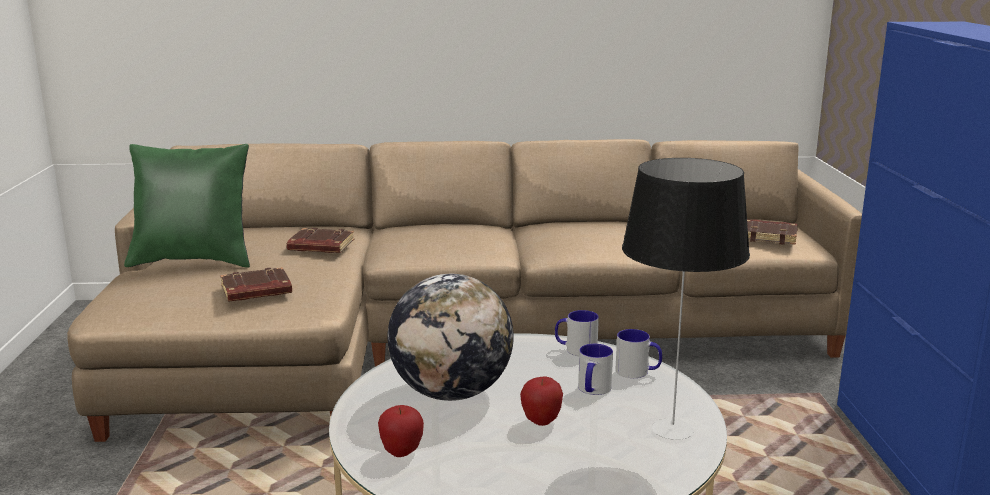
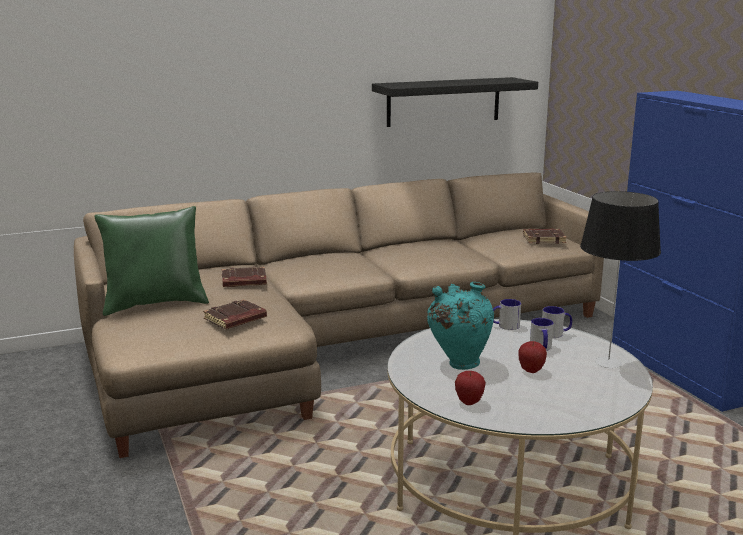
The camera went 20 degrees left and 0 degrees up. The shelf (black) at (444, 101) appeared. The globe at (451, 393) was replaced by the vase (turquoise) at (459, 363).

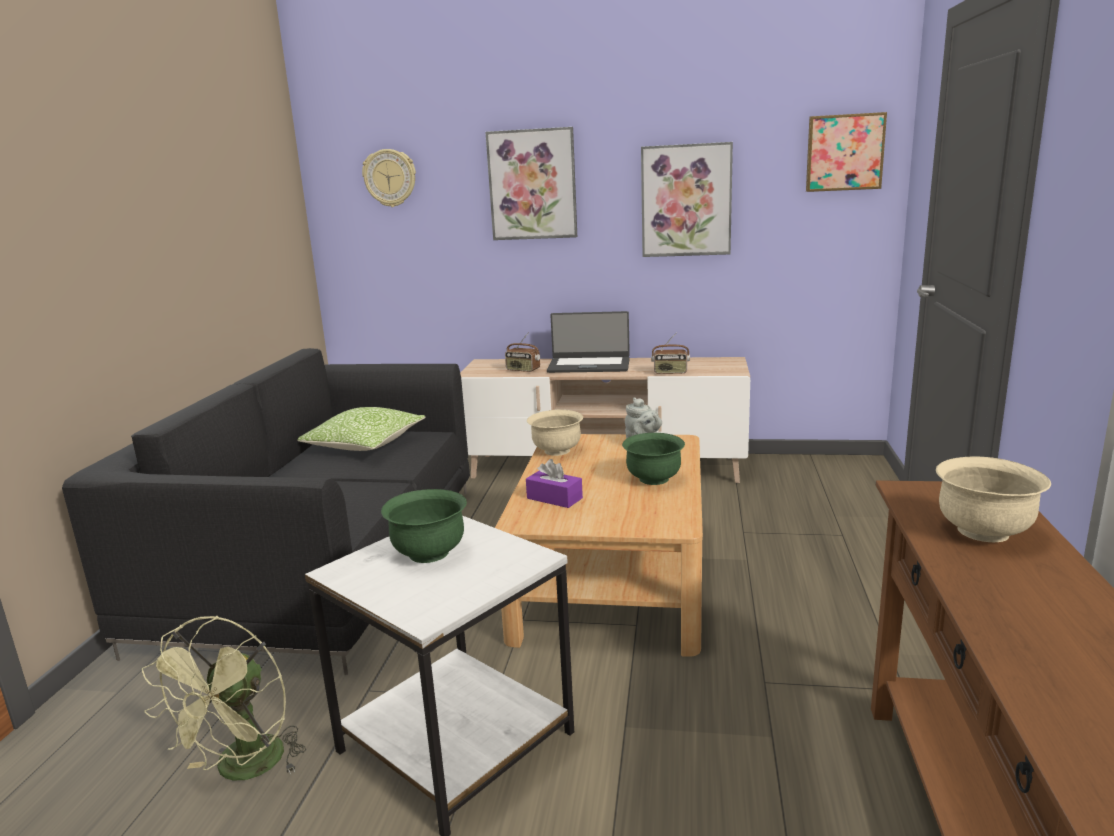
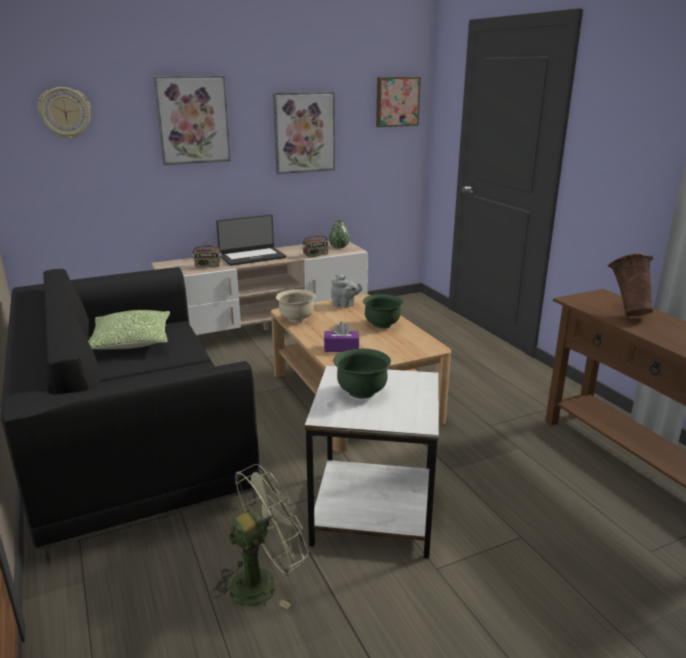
The camera went 35 degrees left and 5 degrees up. The vase (green) at (339, 246) appeared. The bowl (beige) at (984, 532) was replaced by the vase (brown) at (626, 312). The fan (green) at (244, 770) turned 105 degrees counterclockwise.

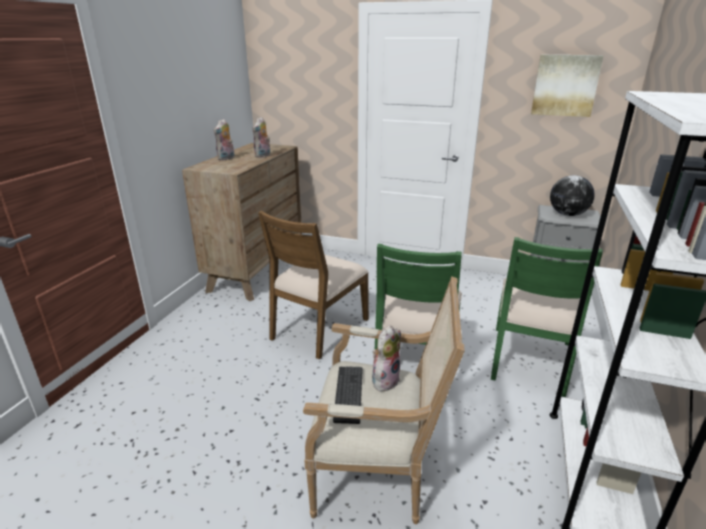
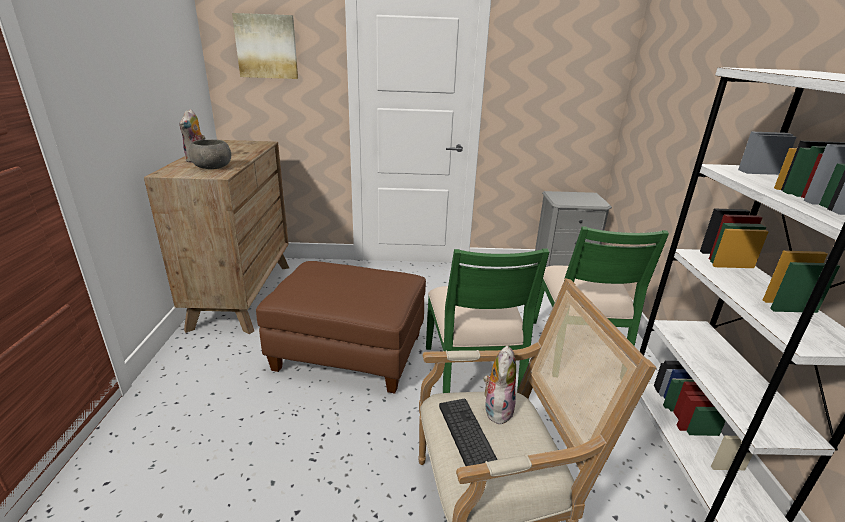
The camera went 20 degrees left and 0 degrees up. The plush toy at (263, 156) disappeared. The globe at (567, 214) disappeared. The bowl (grey) at (213, 167) appeared. The picture moved from (565, 85) to (267, 46). The chair (brown) at (318, 328) was replaced by the ottoman (brown) at (348, 353).

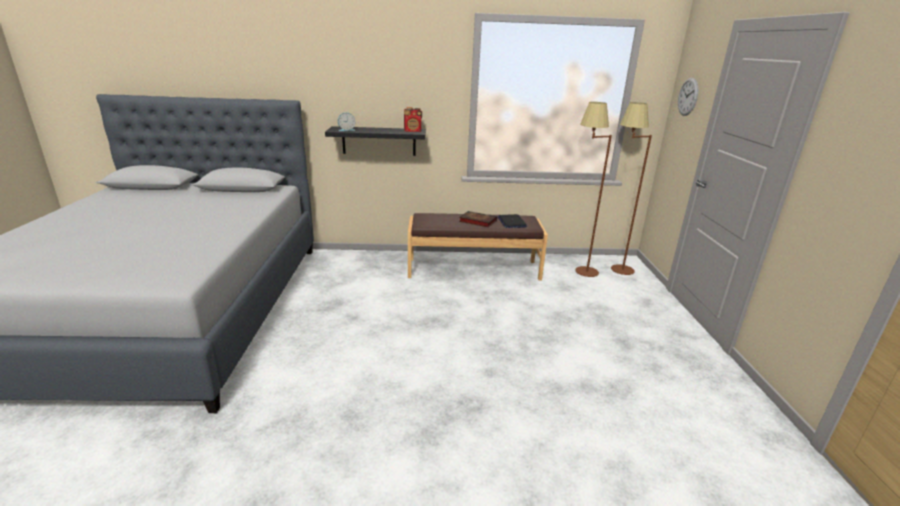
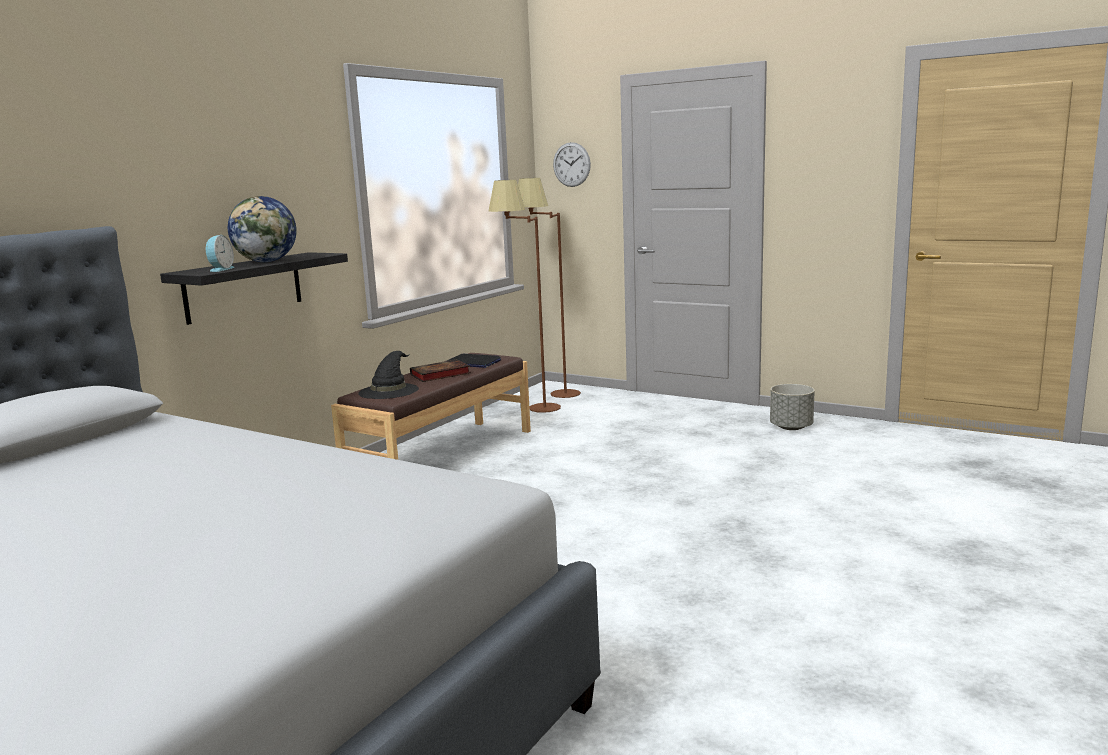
The camera went 55 degrees left and 10 degrees down. The radio at (413, 131) disappeared. The globe at (267, 262) appeared. The hat (black) at (389, 390) appeared. The planter (grey) at (791, 427) appeared.

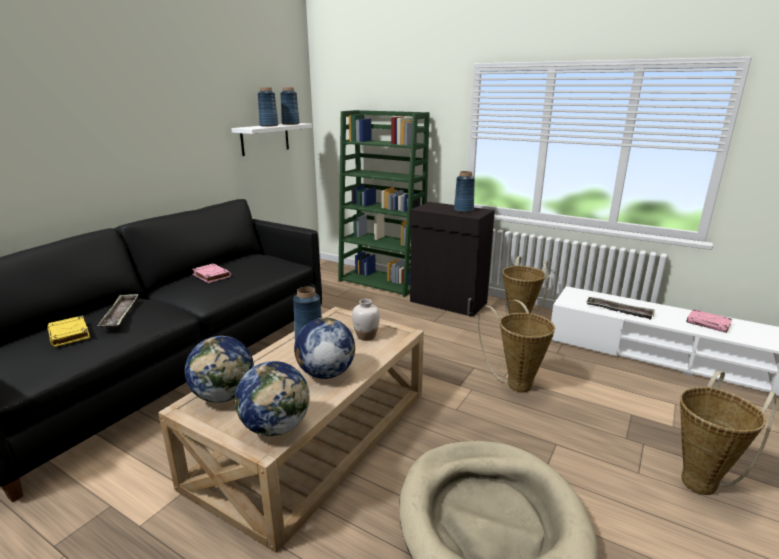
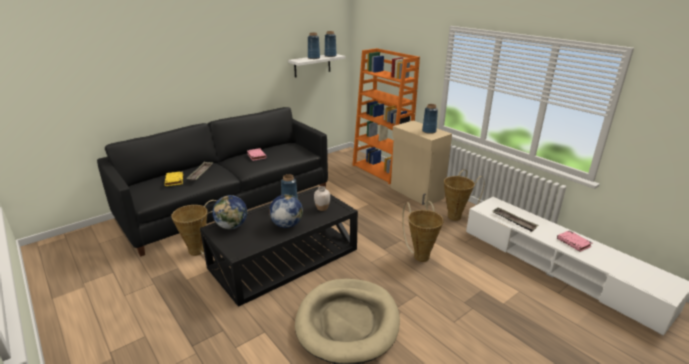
The camera went 20 degrees right and 5 degrees up. The globe at (276, 427) disappeared. The basket moved from (702, 480) to (201, 251). The coffee table (beige) at (313, 435) became the coffee table (black) at (284, 258). The bookcase (green) at (382, 282) became the bookcase (orange) at (381, 170). The cabinet (black) at (448, 302) became the cabinet (beige) at (416, 193).

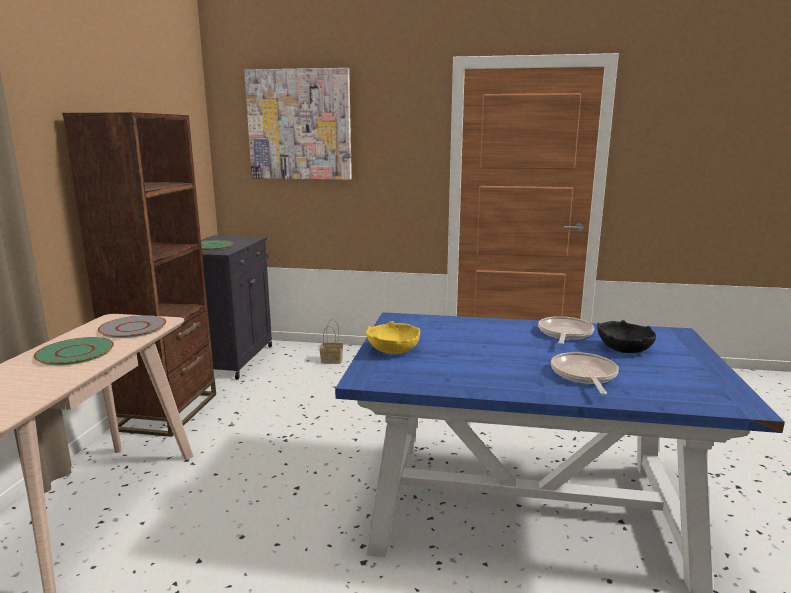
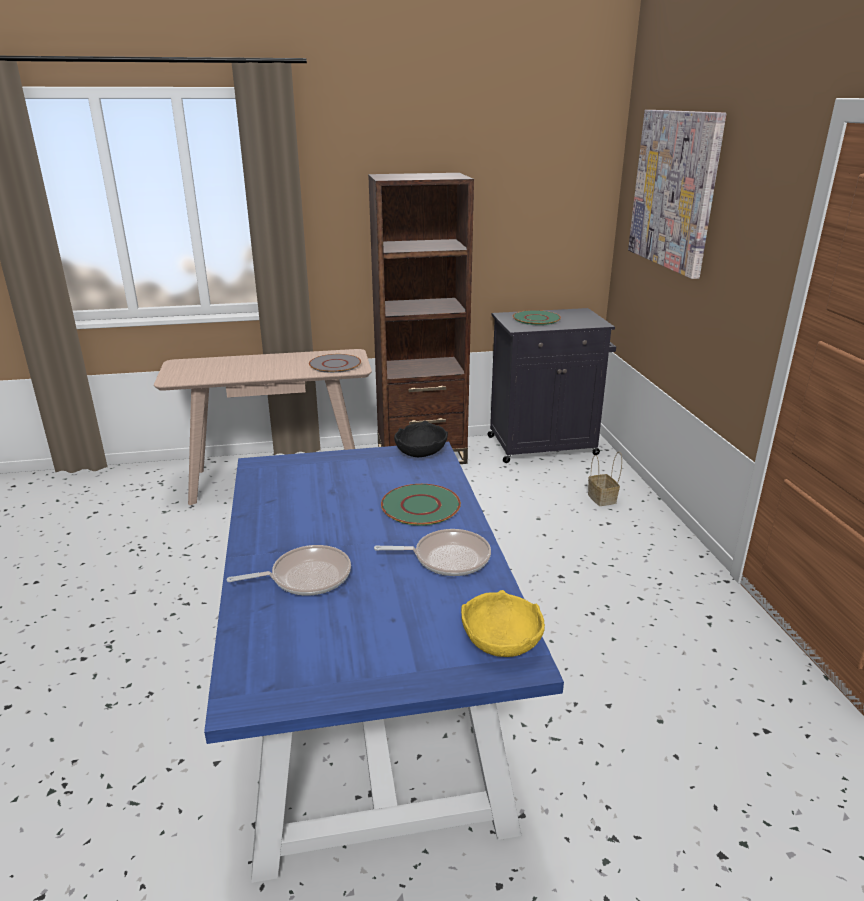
The camera went 70 degrees right and 10 degrees up. The plate (green) moved from (75, 353) to (420, 506). The bowl (yellow) moved from (393, 350) to (502, 642). The bowl (black) moved from (624, 349) to (420, 452).

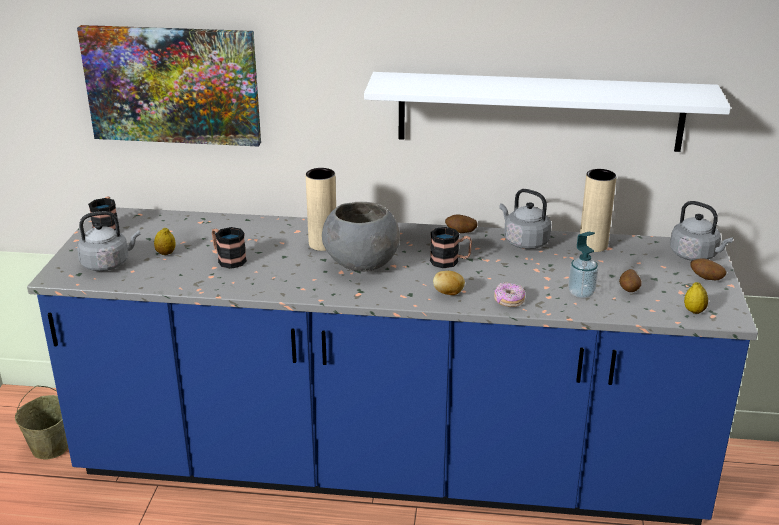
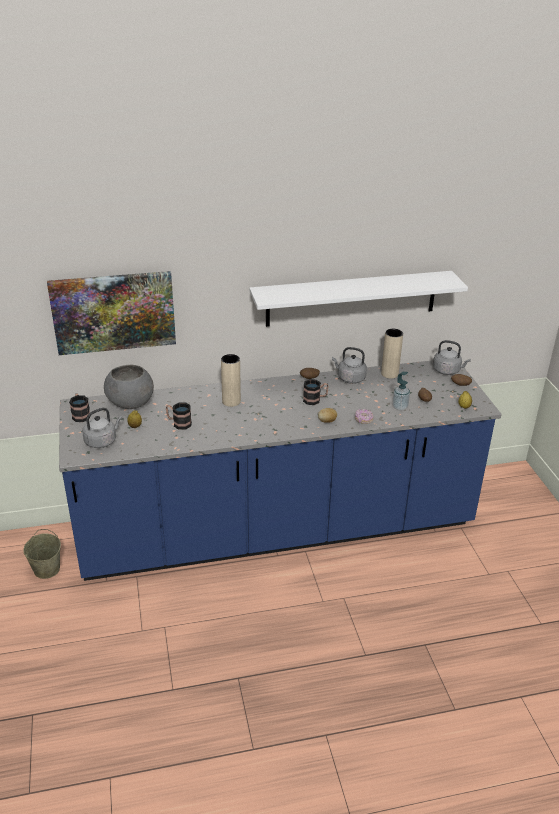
The camera went 20 degrees left and 5 degrees up. The bowl (grey) moved from (361, 265) to (130, 404).

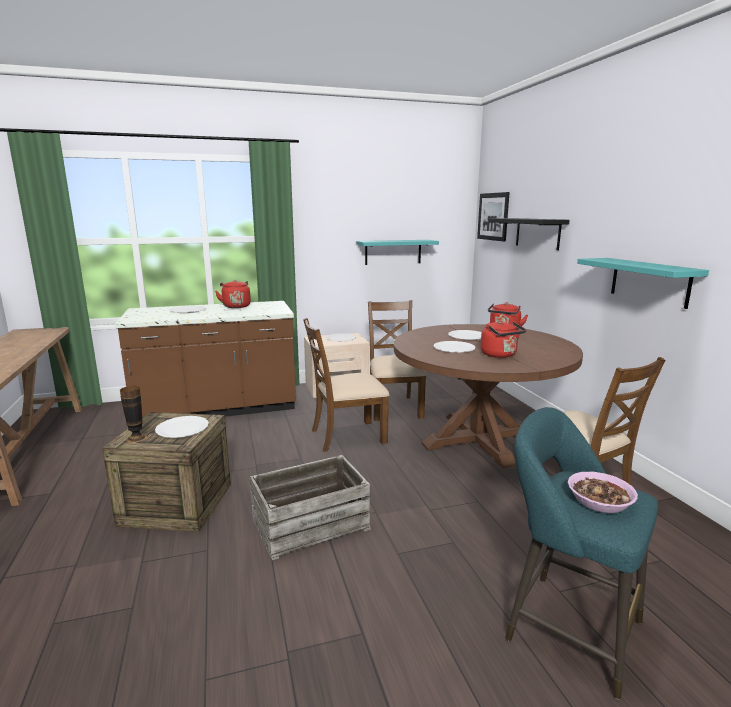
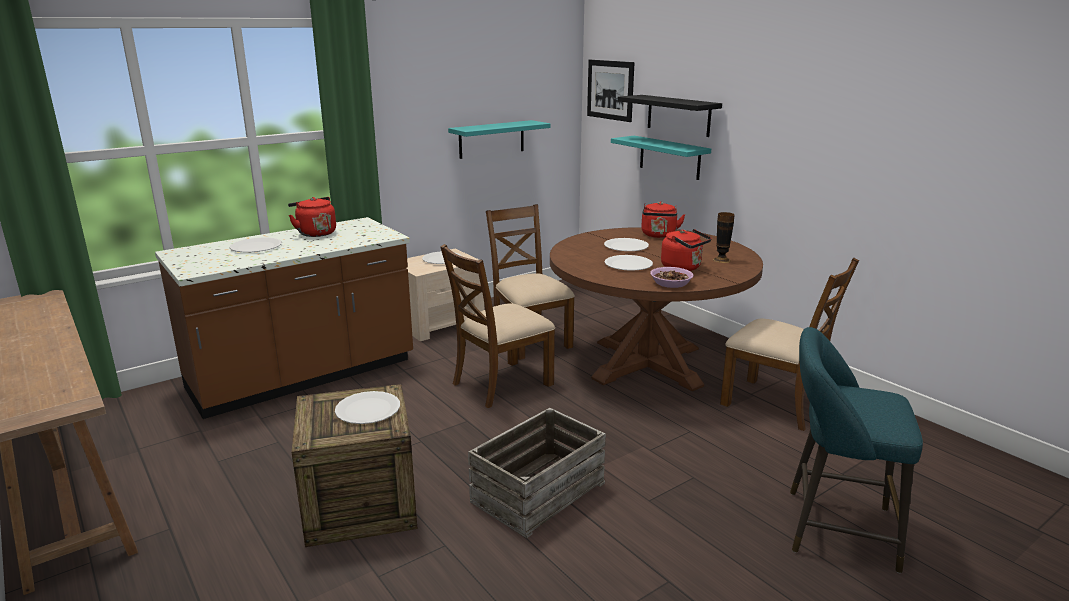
The camera went 20 degrees left and 5 degrees up. The vase moved from (136, 438) to (721, 260). The bowl moved from (600, 501) to (671, 283). The shelf (turquoise) moved from (649, 282) to (669, 157).

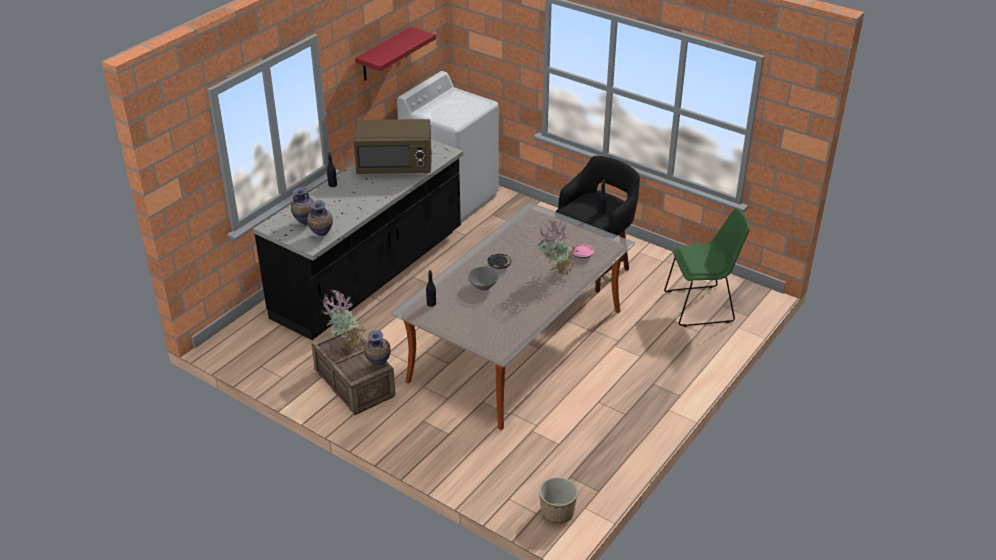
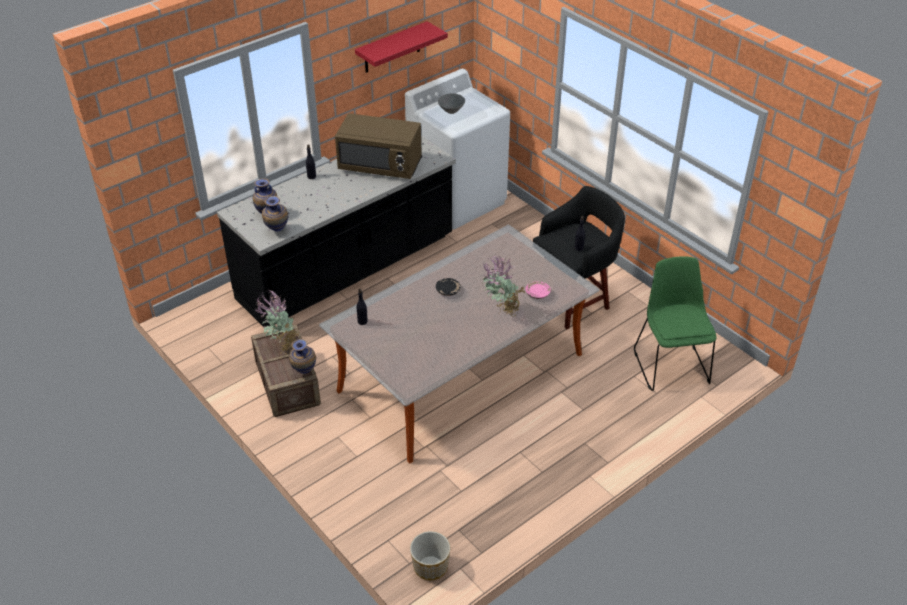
The camera went 15 degrees right and 5 degrees up. The bowl (grey) moved from (483, 286) to (451, 111). The chair (green) at (701, 306) turned 105 degrees counterclockwise.

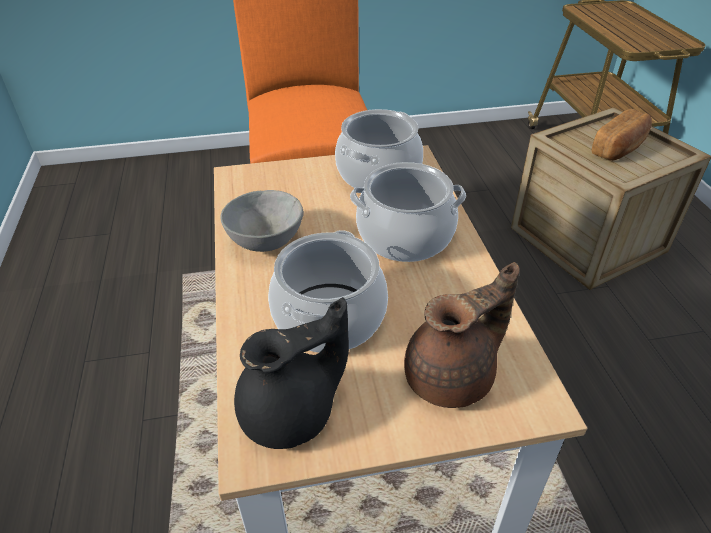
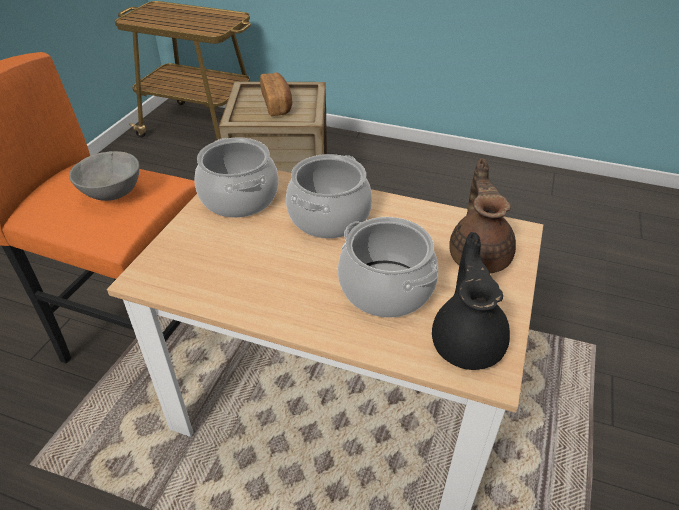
The camera went 60 degrees left and 0 degrees up. The bowl (grey) moved from (264, 241) to (111, 194).

